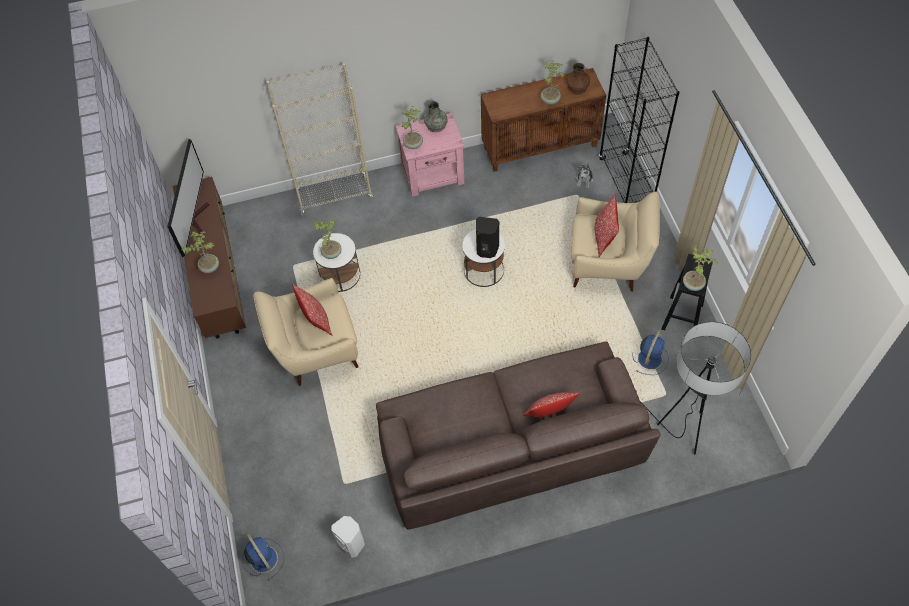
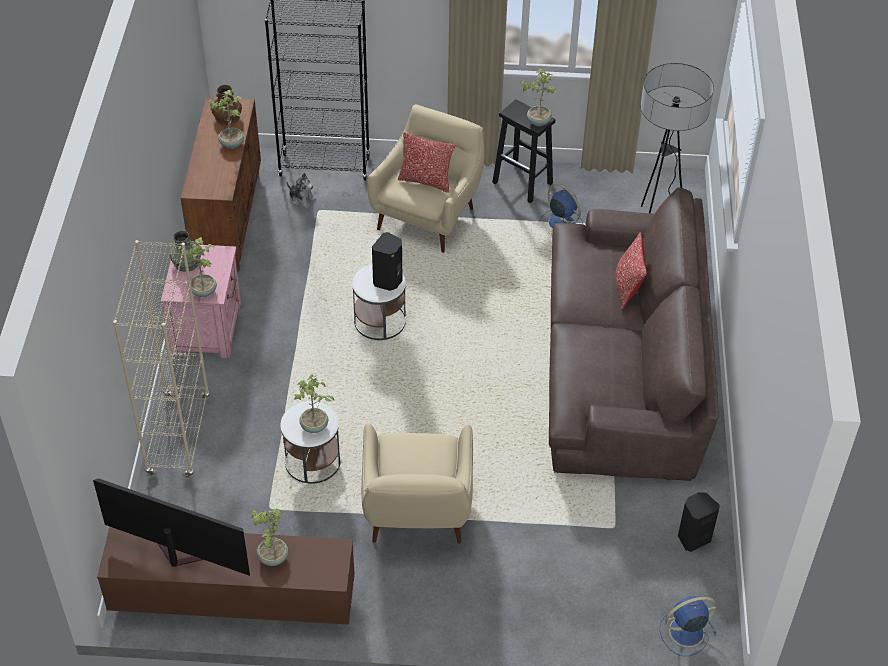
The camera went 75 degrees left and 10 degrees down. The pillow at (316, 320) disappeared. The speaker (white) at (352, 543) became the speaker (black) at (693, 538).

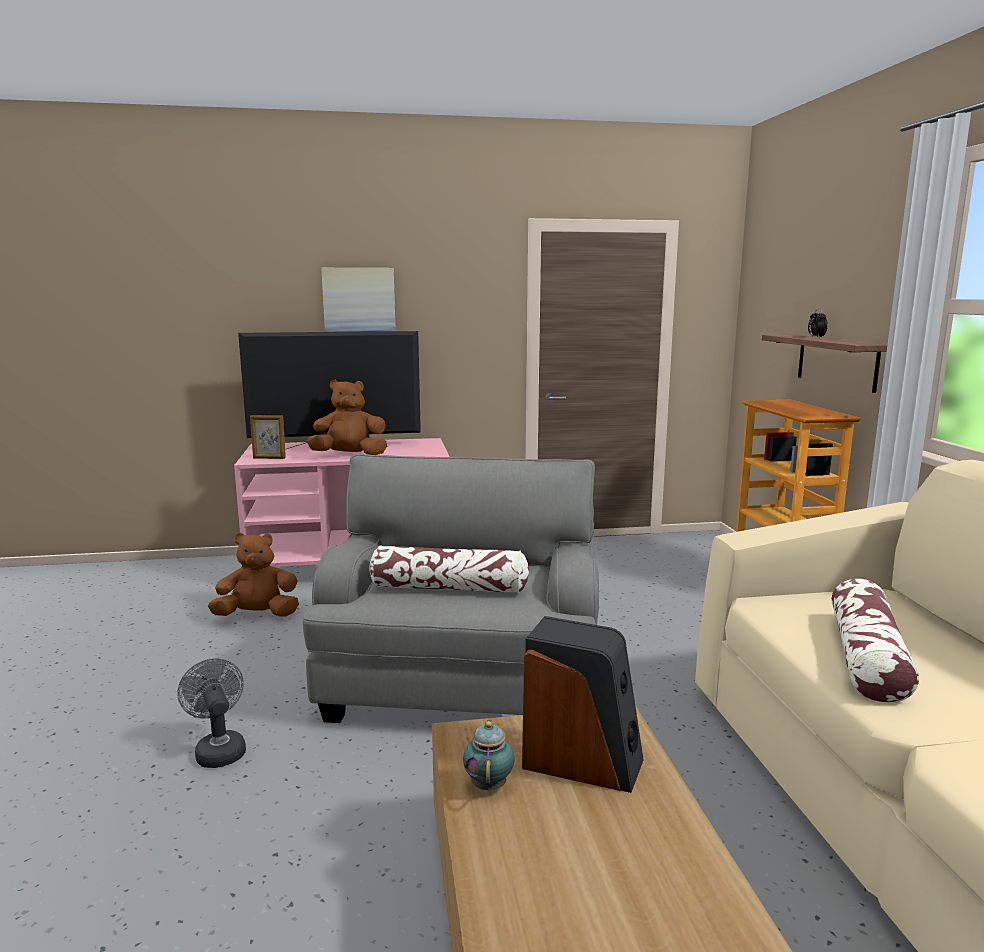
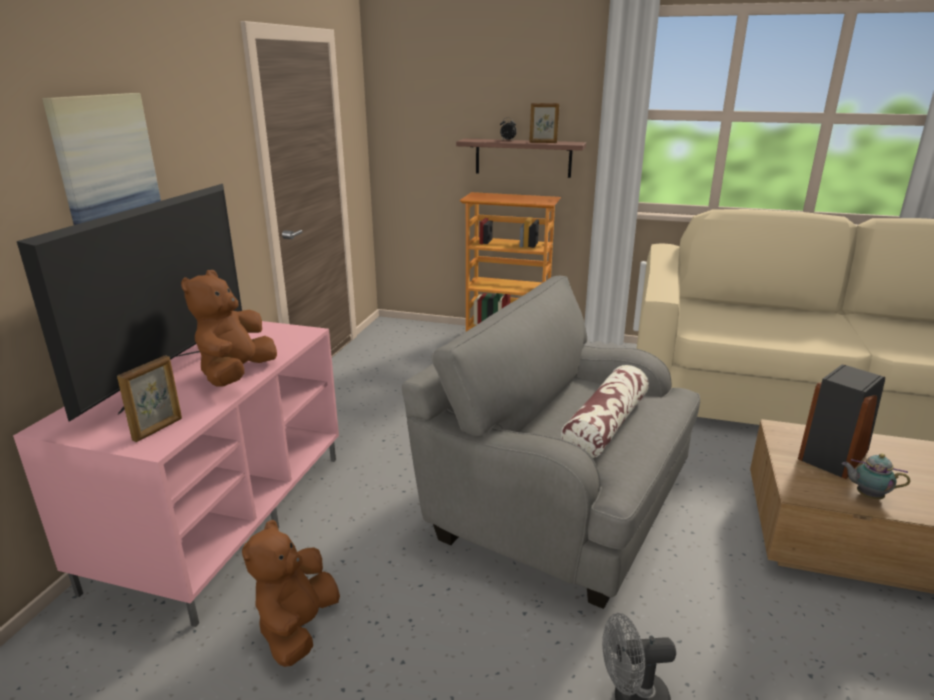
The camera went 65 degrees left and 10 degrees up. The pillow at (866, 658) disappeared. The picture frame at (543, 142) appeared.

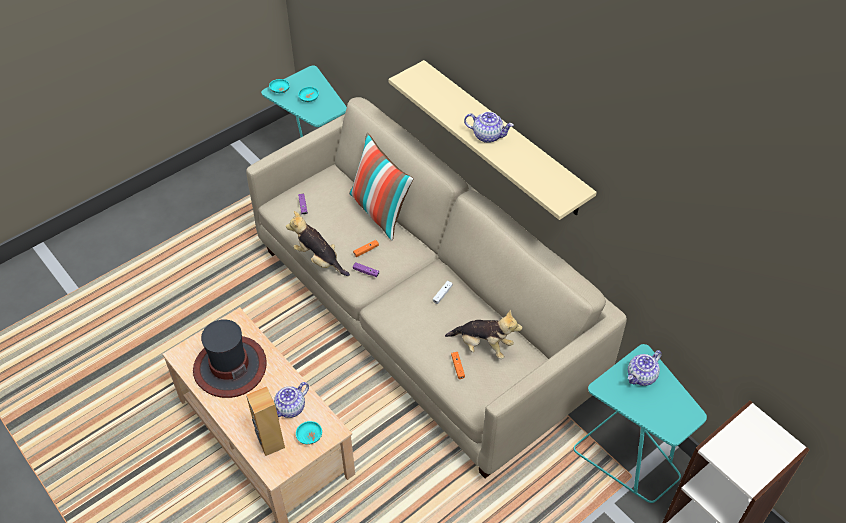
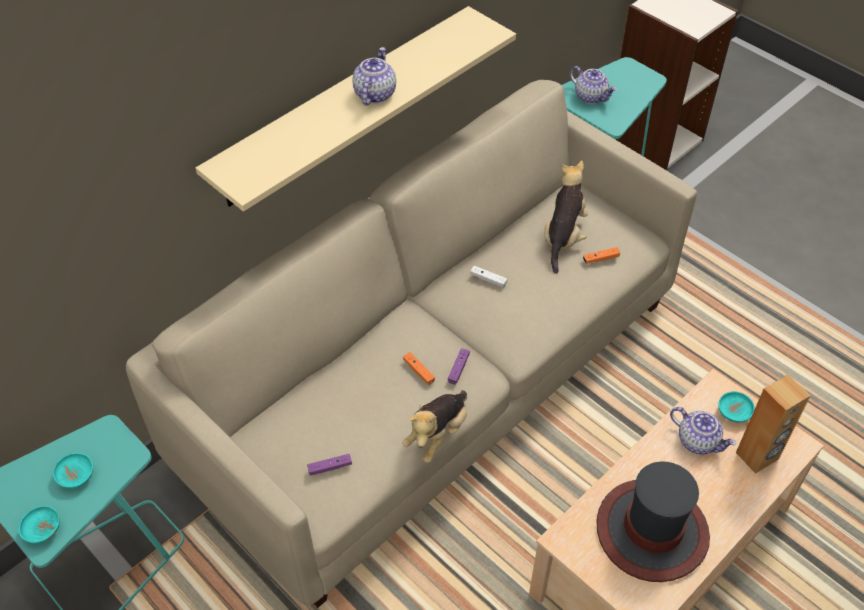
The camera went 95 degrees left and 0 degrees up. The pillow at (380, 212) disappeared.

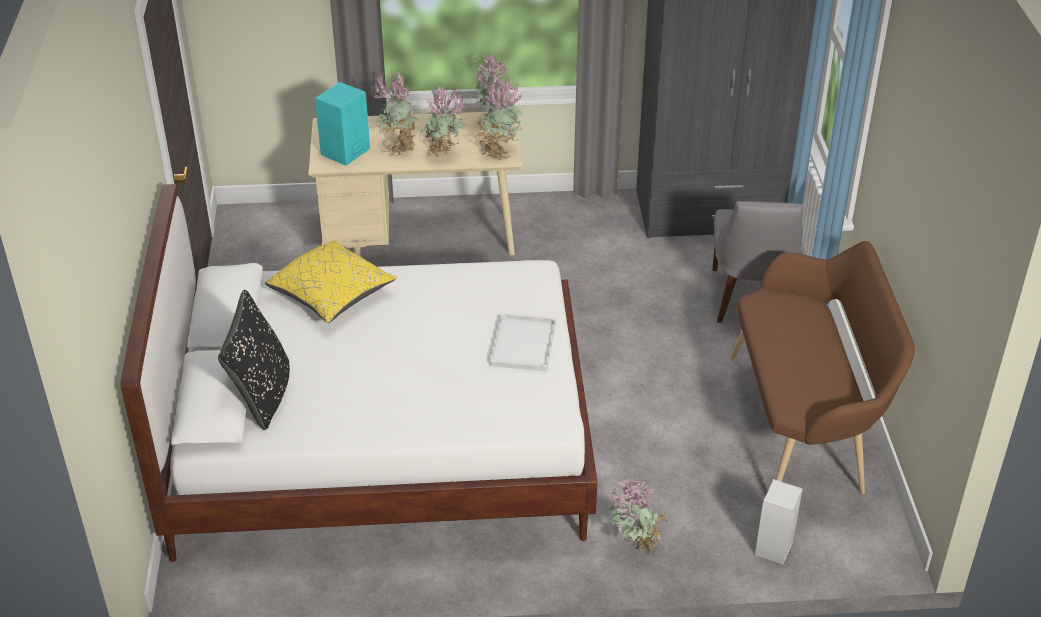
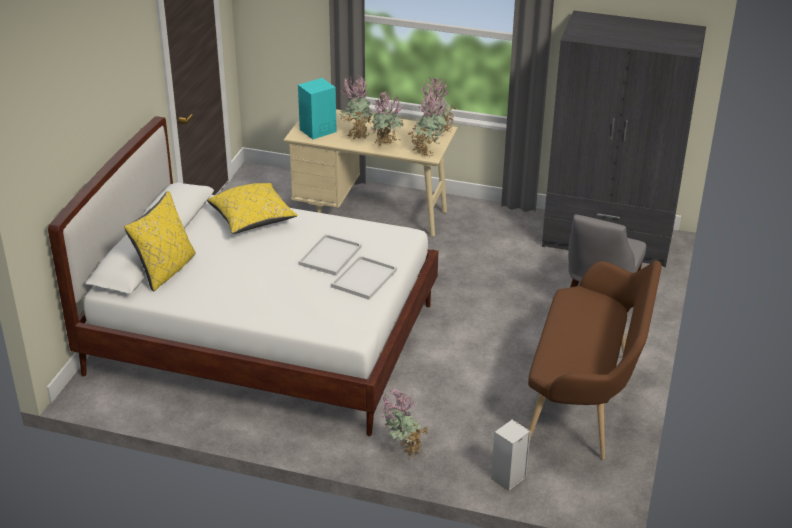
The camera went 20 degrees right and 5 degrees down. The tray (white) at (330, 256) appeared. The pillow (black) at (262, 395) became the pillow (yellow) at (166, 270).

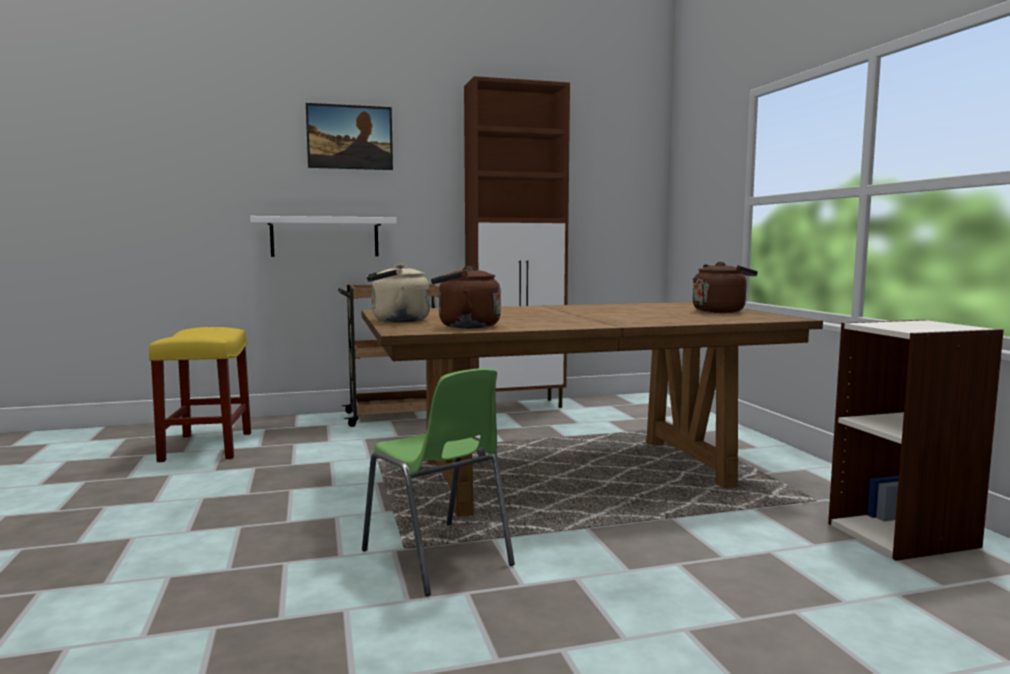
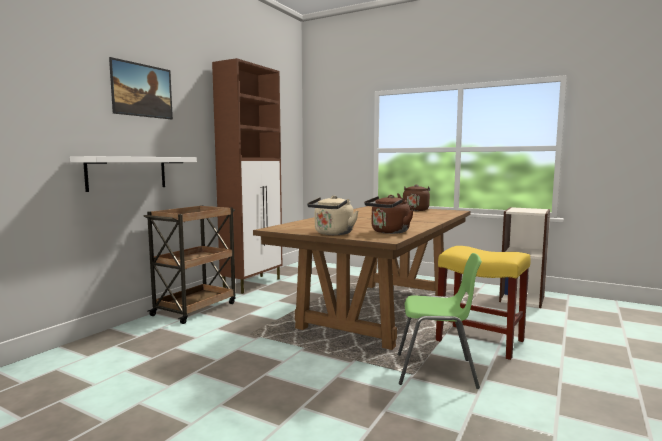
The camera went 45 degrees left and 0 degrees up. The stool (yellow) moved from (207, 447) to (481, 341).

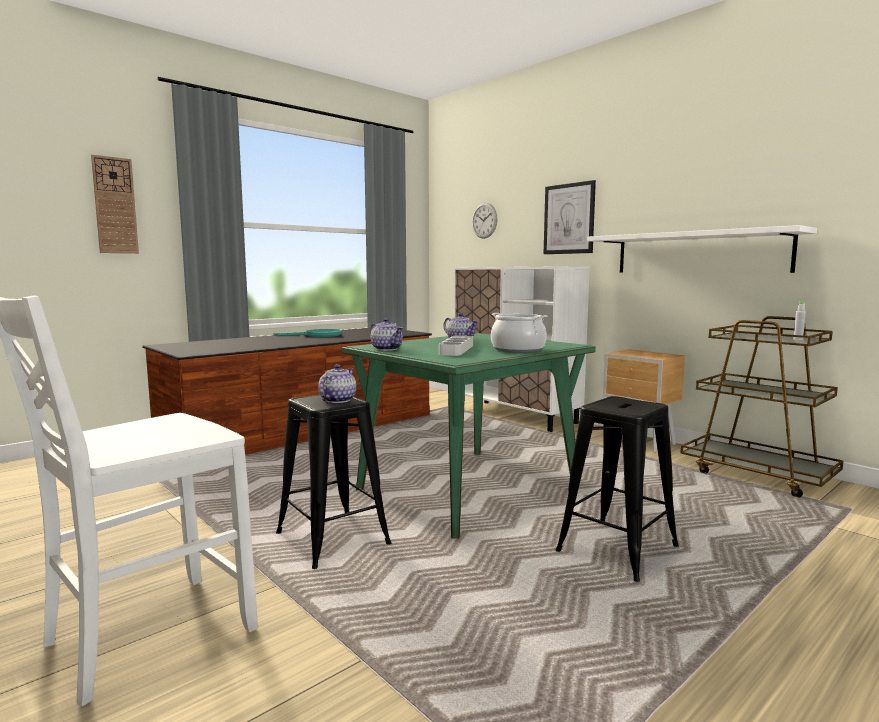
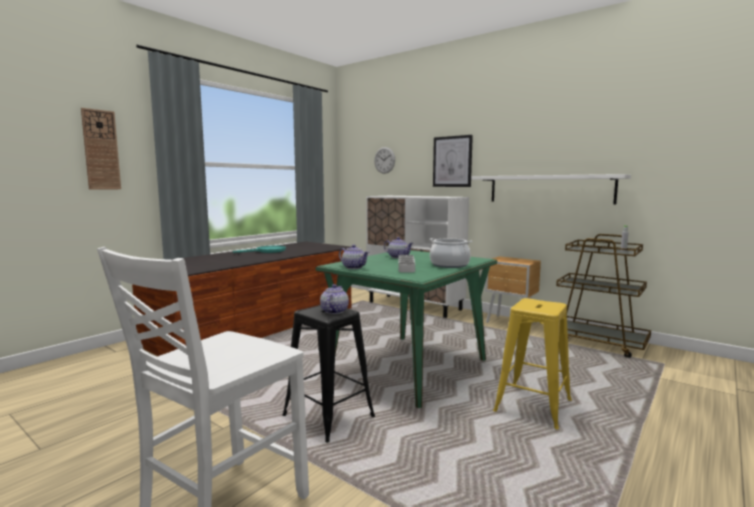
The camera went 10 degrees left and 0 degrees up. The stool (black) at (617, 548) became the stool (yellow) at (533, 405).

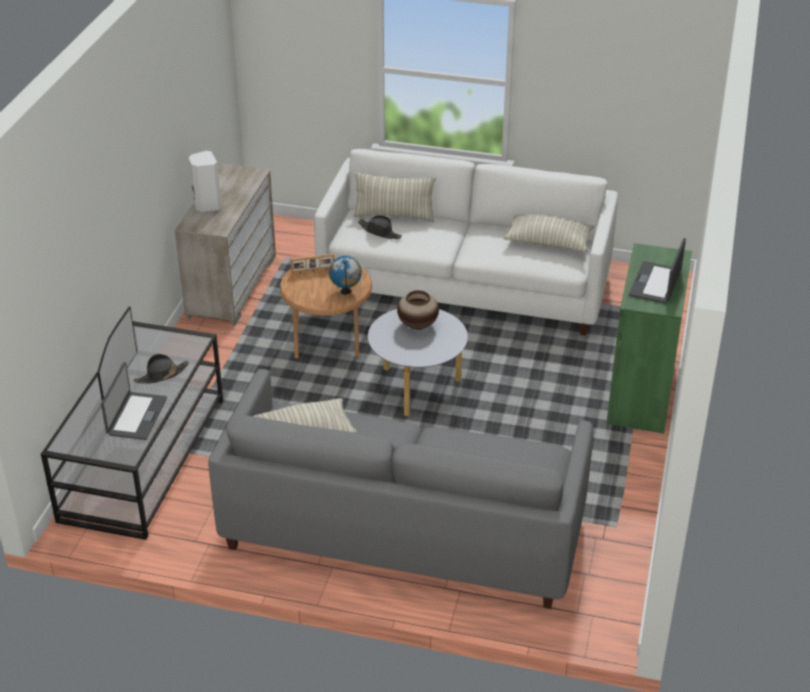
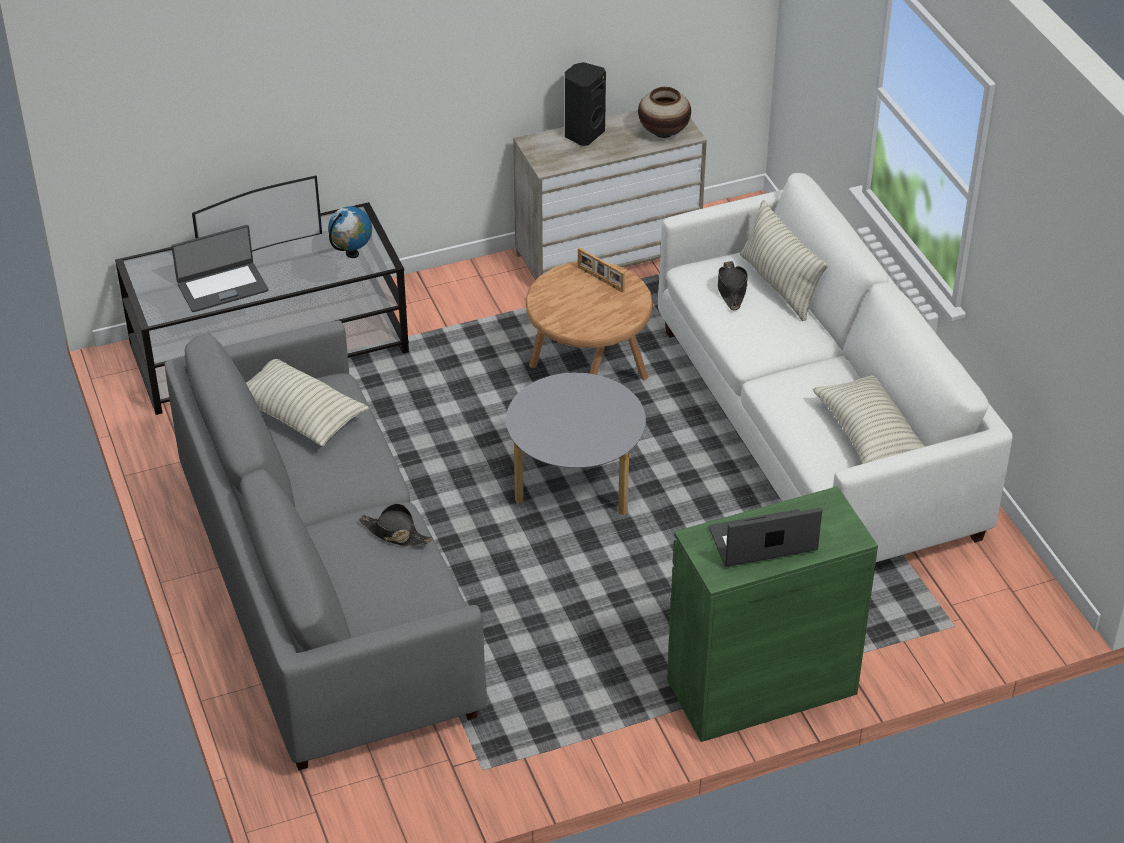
The camera went 55 degrees right and 5 degrees up. The hat (black) moved from (161, 375) to (395, 533). The globe moved from (346, 291) to (352, 254). The vase moved from (417, 325) to (663, 132). The speaker (white) at (206, 205) became the speaker (black) at (583, 134).

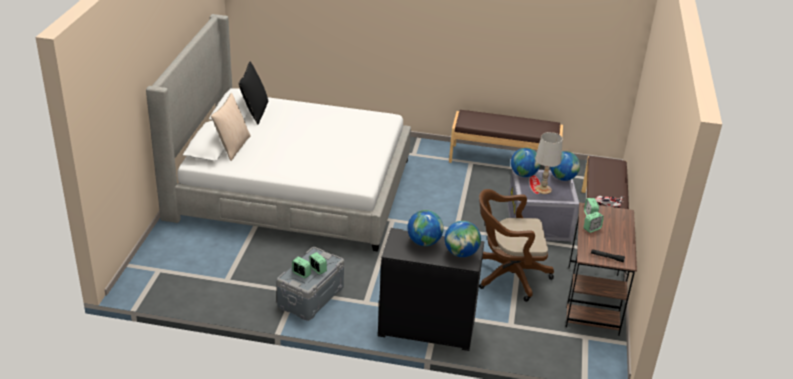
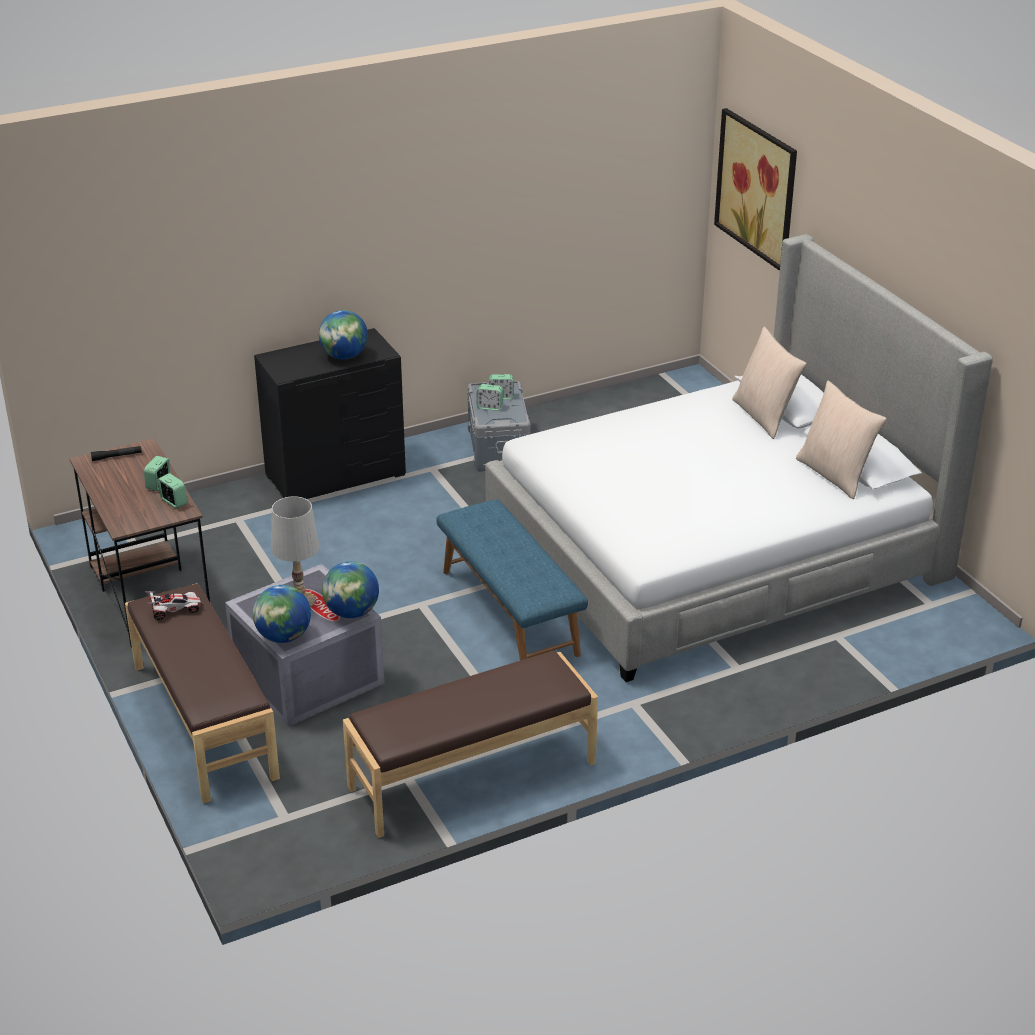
The camera went 145 degrees right and 0 degrees up. The globe at (461, 253) disappeared. The office chair (brown) at (507, 276) disappeared. The bench (blue) at (510, 612) appeared. The picture at (756, 188) appeared. The pillow (black) at (255, 112) became the pillow (beige) at (835, 474).

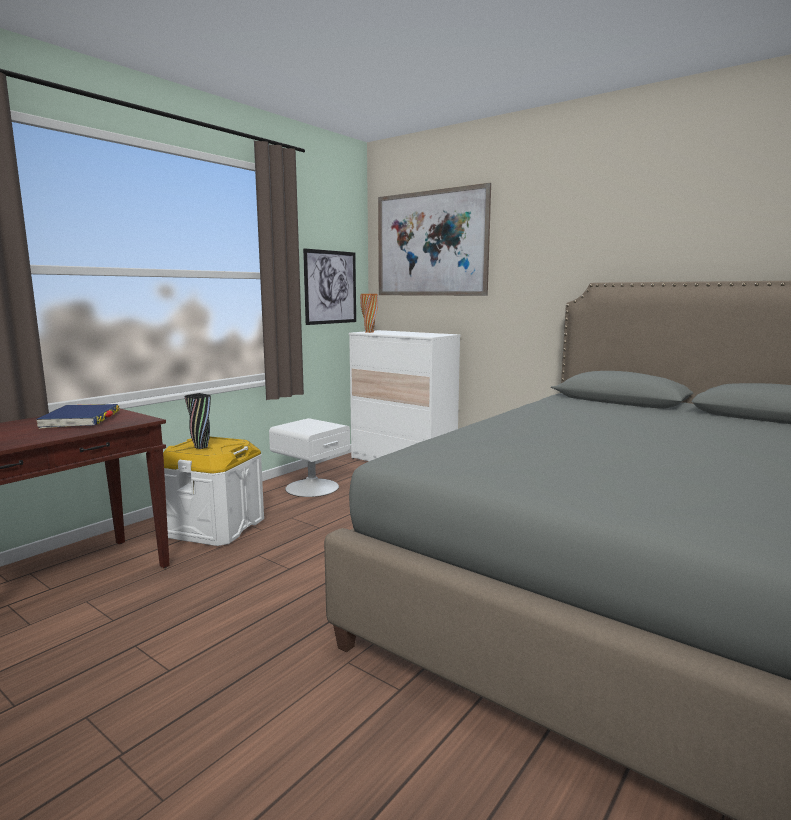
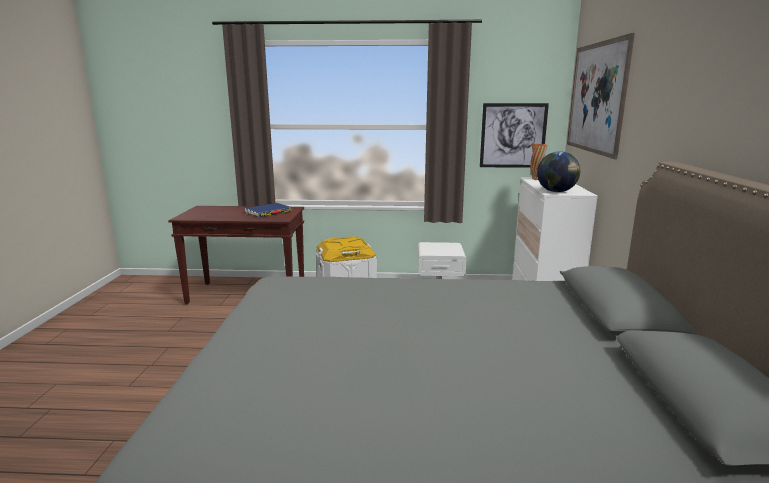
The camera went 55 degrees right and 5 degrees up. The vase (black) at (201, 447) disappeared. The globe at (556, 192) appeared.

